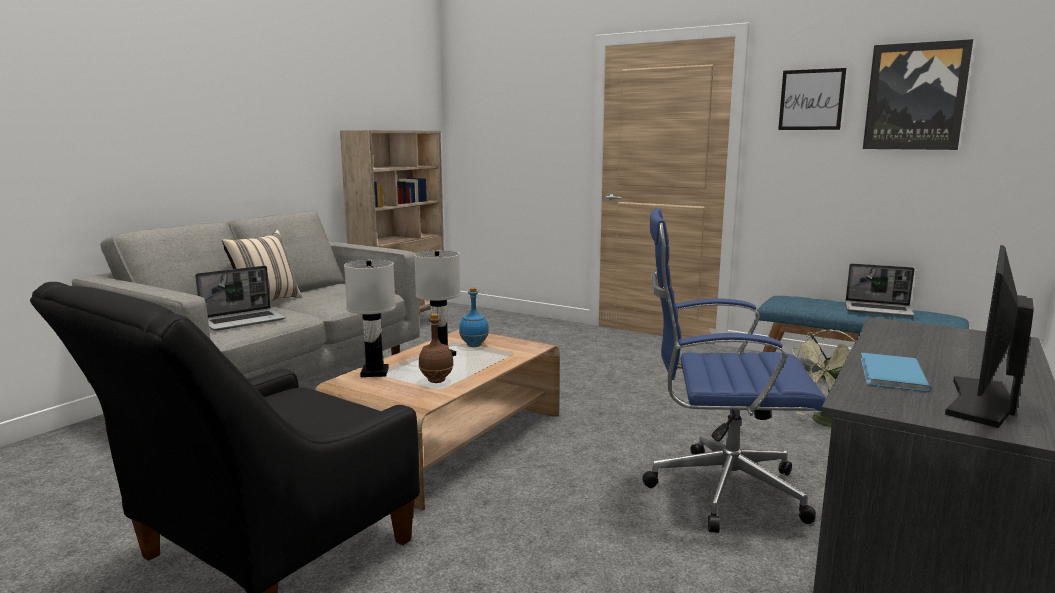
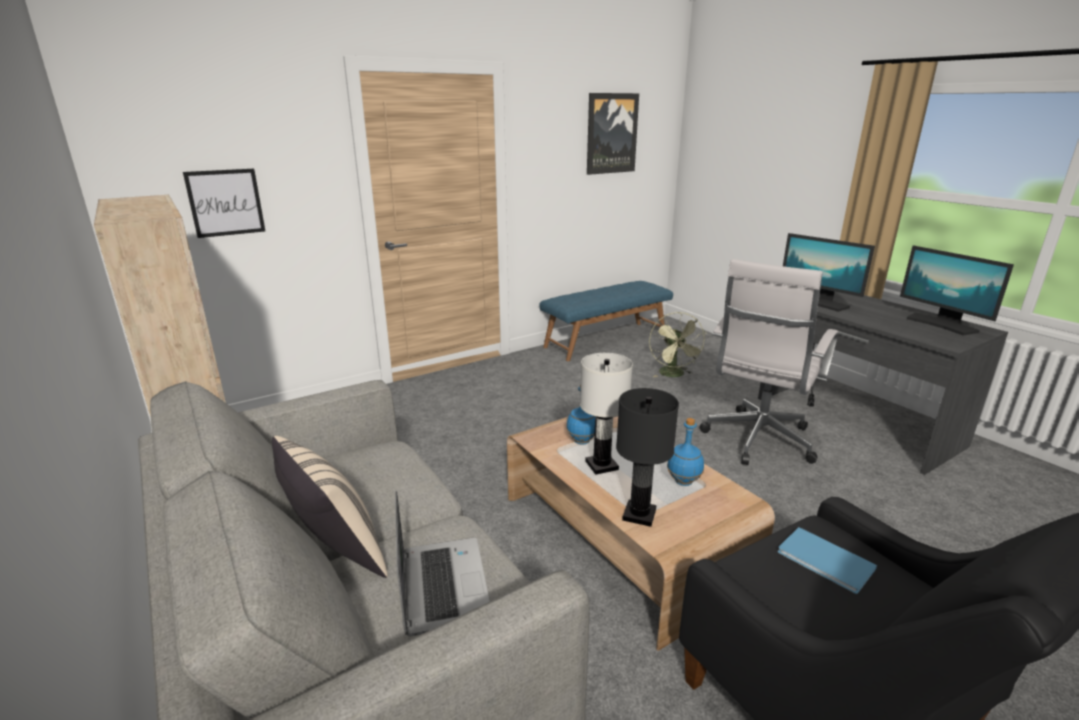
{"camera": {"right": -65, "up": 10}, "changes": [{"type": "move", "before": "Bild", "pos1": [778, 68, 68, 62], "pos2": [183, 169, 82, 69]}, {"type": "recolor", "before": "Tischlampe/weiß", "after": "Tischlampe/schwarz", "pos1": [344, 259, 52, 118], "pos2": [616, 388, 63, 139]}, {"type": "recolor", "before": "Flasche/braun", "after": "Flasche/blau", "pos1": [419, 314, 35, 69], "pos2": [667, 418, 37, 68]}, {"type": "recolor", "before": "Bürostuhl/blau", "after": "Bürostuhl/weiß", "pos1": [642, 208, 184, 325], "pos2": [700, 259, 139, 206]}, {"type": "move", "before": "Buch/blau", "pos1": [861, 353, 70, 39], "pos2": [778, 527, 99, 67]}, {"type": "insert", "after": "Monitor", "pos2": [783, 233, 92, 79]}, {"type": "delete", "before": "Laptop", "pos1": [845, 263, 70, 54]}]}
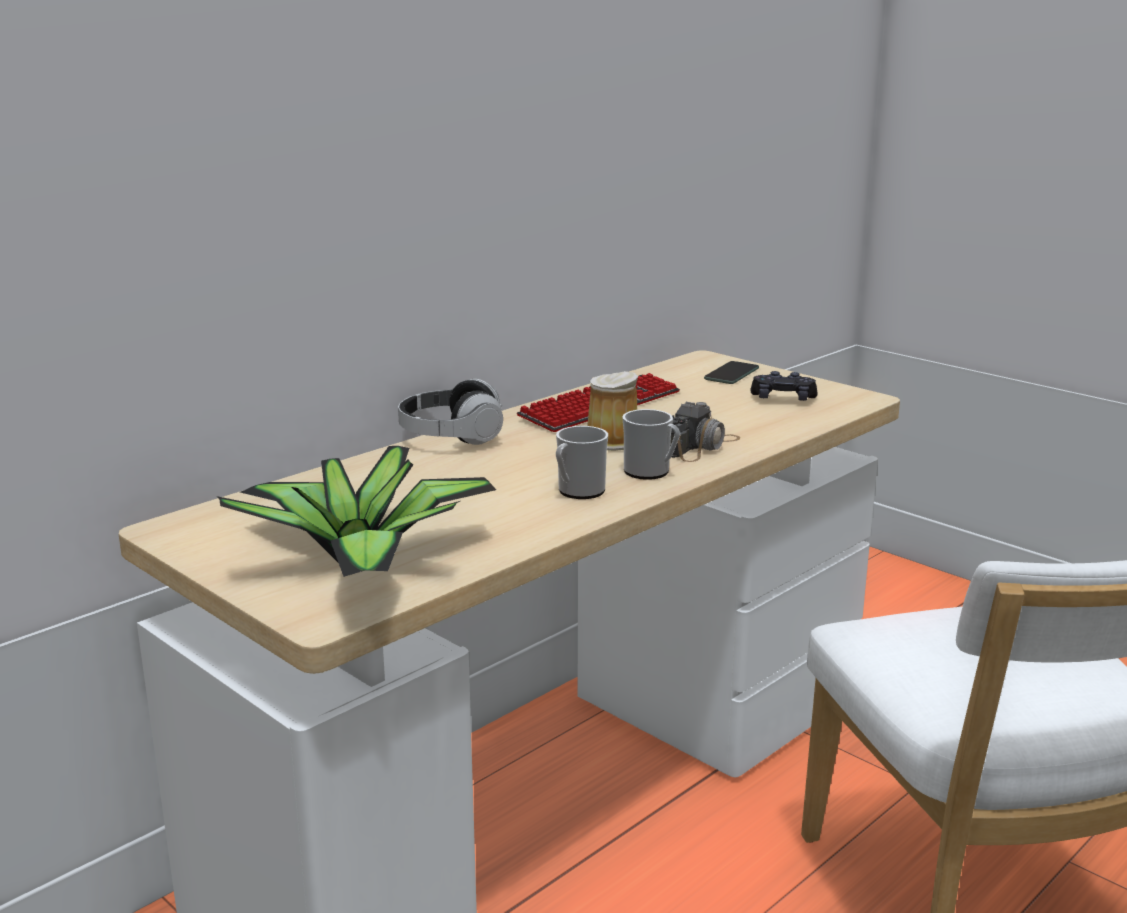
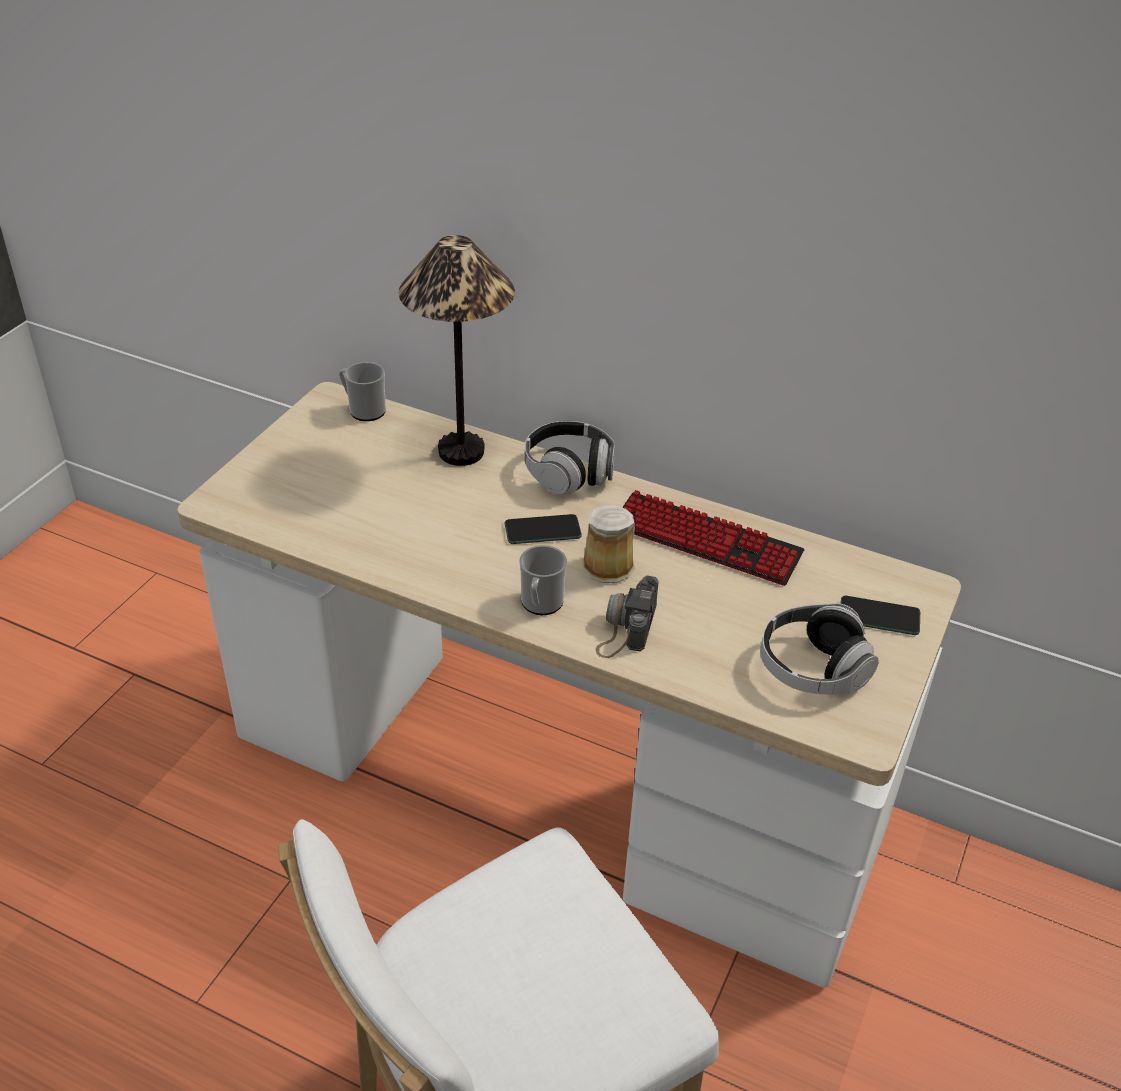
{"camera": {"right": 70, "up": 20}, "changes": [{"type": "move", "before": "Henkelbecher", "pos1": [556, 426, 52, 73], "pos2": [339, 362, 47, 59]}, {"type": "insert", "after": "Tischlampe", "pos2": [398, 235, 117, 231]}, {"type": "insert", "after": "Handy", "pos2": [505, 514, 77, 30]}, {"type": "rotate", "before": "Kamera", "pos1": [670, 402, 70, 60], "pos2": [596, 575, 63, 83], "turn": 90}, {"type": "replace", "before": "Gamepad/schwarz", "after": "Kopfhörer", "pos1": [750, 371, 68, 30], "pos2": [760, 603, 119, 91]}, {"type": "delete", "before": "Topfpflanze", "pos1": [217, 446, 279, 131]}]}
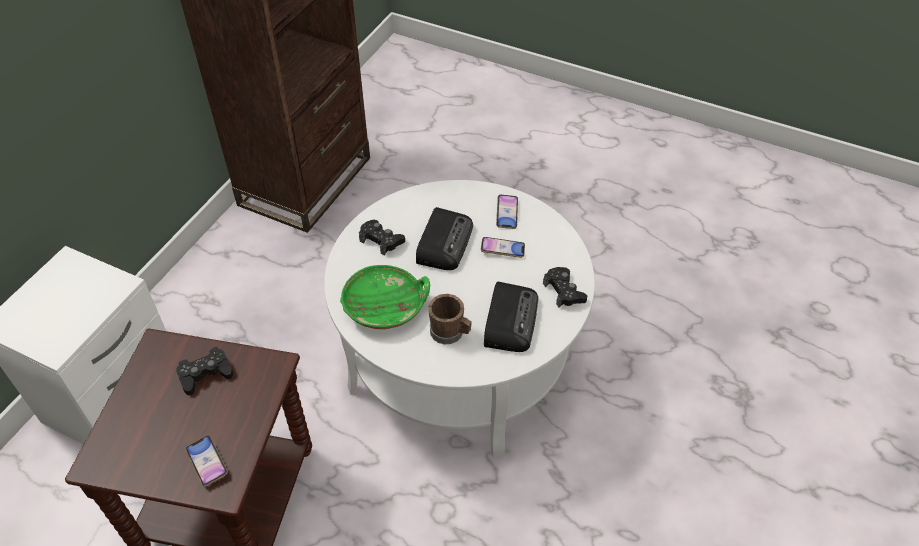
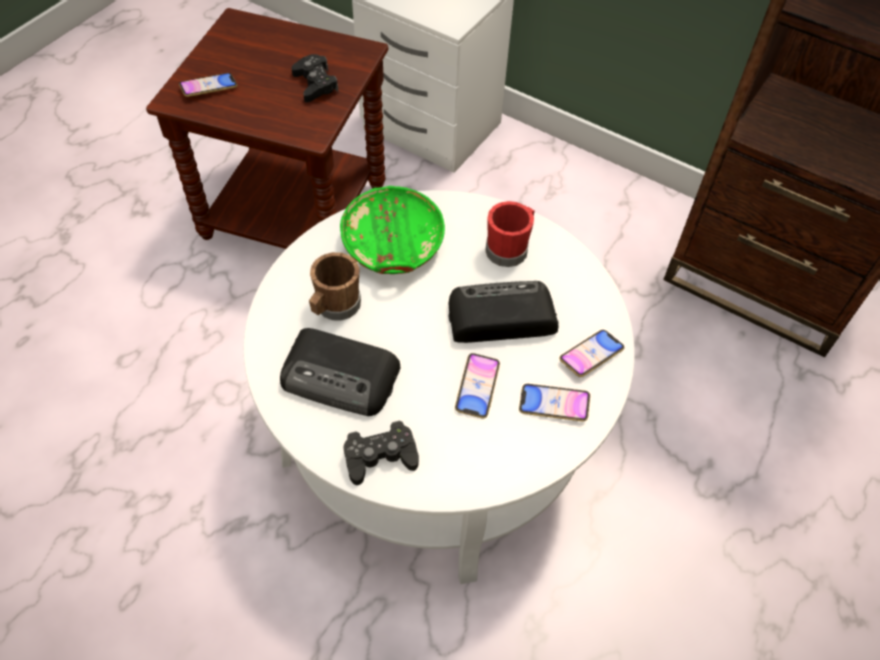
{"camera": {"right": 95, "up": 5}, "changes": [{"type": "rotate", "before": "Radio", "pos1": [416, 207, 57, 63], "pos2": [449, 281, 110, 62], "turn": 150}, {"type": "replace", "before": "Gamepad/schwarz", "after": "Henkelbecher/rot", "pos1": [359, 220, 46, 36], "pos2": [485, 201, 50, 66]}, {"type": "insert", "after": "Handy", "pos2": [560, 330, 64, 47]}]}
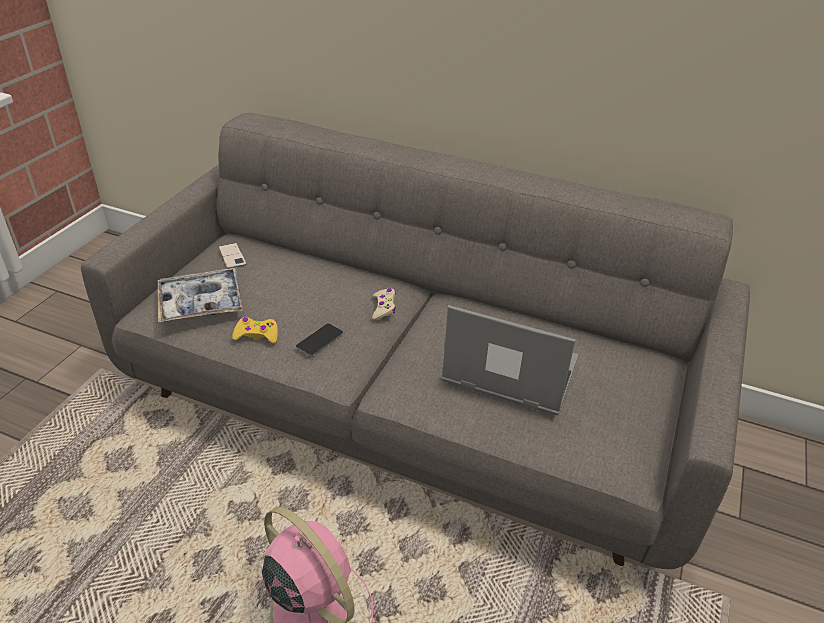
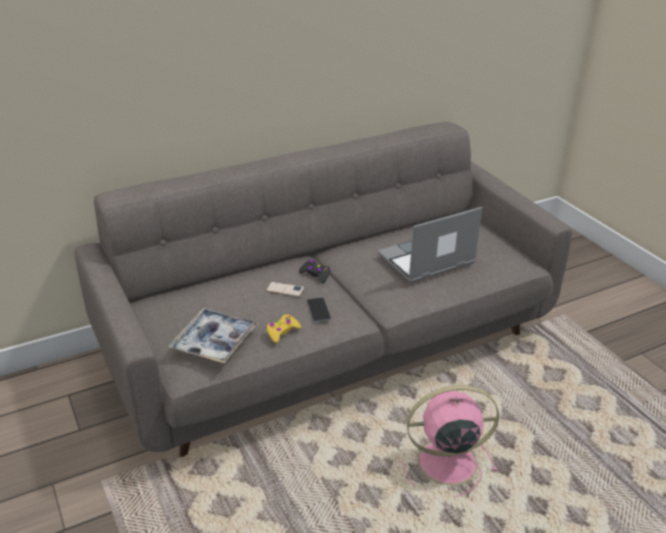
{"camera": {"right": -50, "up": -5}, "changes": [{"type": "move", "before": "Handy", "pos1": [219, 243, 28, 26], "pos2": [266, 282, 38, 15]}, {"type": "recolor", "before": "Gamepad/beige", "after": "Gamepad/schwarz", "pos1": [372, 289, 24, 31], "pos2": [299, 260, 32, 23]}]}
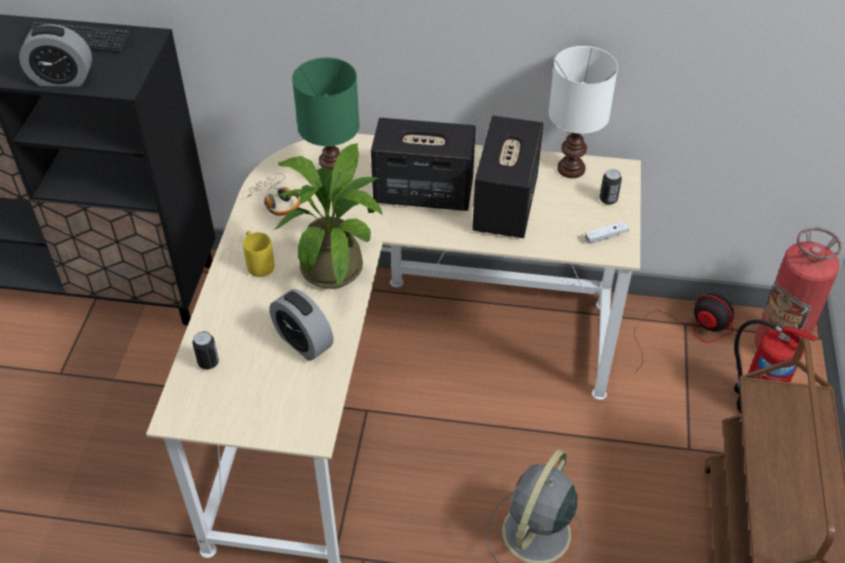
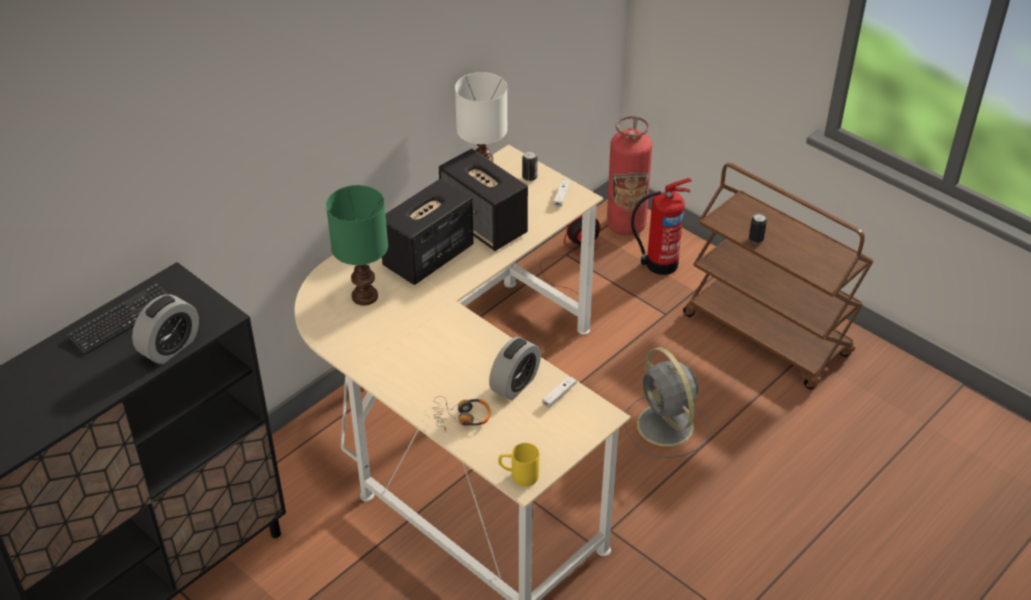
{"camera": {"right": -55, "up": -5}, "changes": [{"type": "move", "before": "Kopfhörer", "pos1": [246, 173, 54, 43], "pos2": [432, 396, 59, 36]}, {"type": "rotate", "before": "Wecker", "pos1": [269, 289, 64, 72], "pos2": [489, 337, 52, 63], "turn": -45}, {"type": "move", "before": "Henkelbecher/gelb", "pos1": [243, 231, 31, 46], "pos2": [498, 443, 41, 44]}, {"type": "insert", "after": "Gamepad/weiß", "pos2": [542, 376, 34, 32]}, {"type": "move", "before": "Dose", "pos1": [193, 331, 26, 39], "pos2": [749, 213, 18, 30]}, {"type": "delete", "before": "Topfpflanze", "pos1": [275, 143, 108, 146]}]}
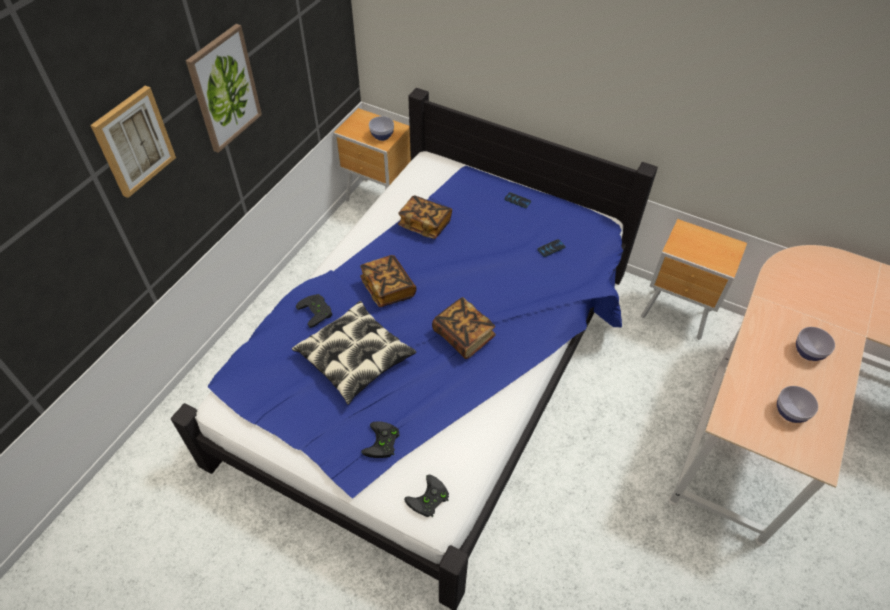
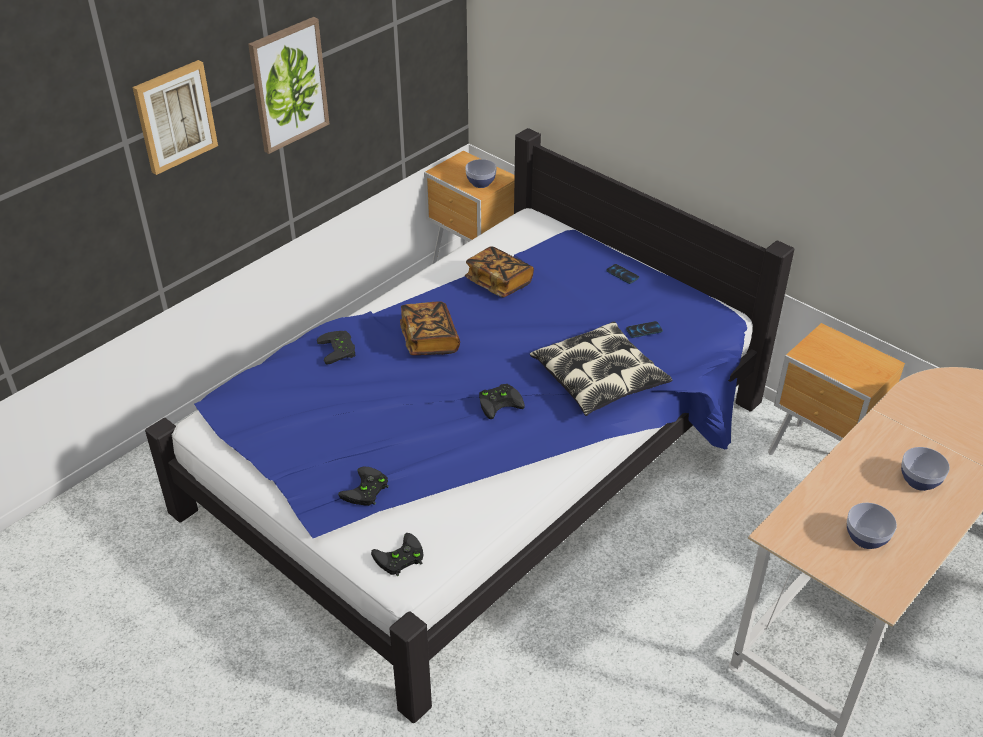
{"camera": {"right": 15, "up": -10}, "changes": [{"type": "replace", "before": "Buch", "after": "Gamepad/schwarz", "pos1": [432, 297, 64, 62], "pos2": [479, 384, 46, 35]}, {"type": "move", "before": "Kissen", "pos1": [292, 301, 124, 104], "pos2": [530, 322, 142, 94]}]}
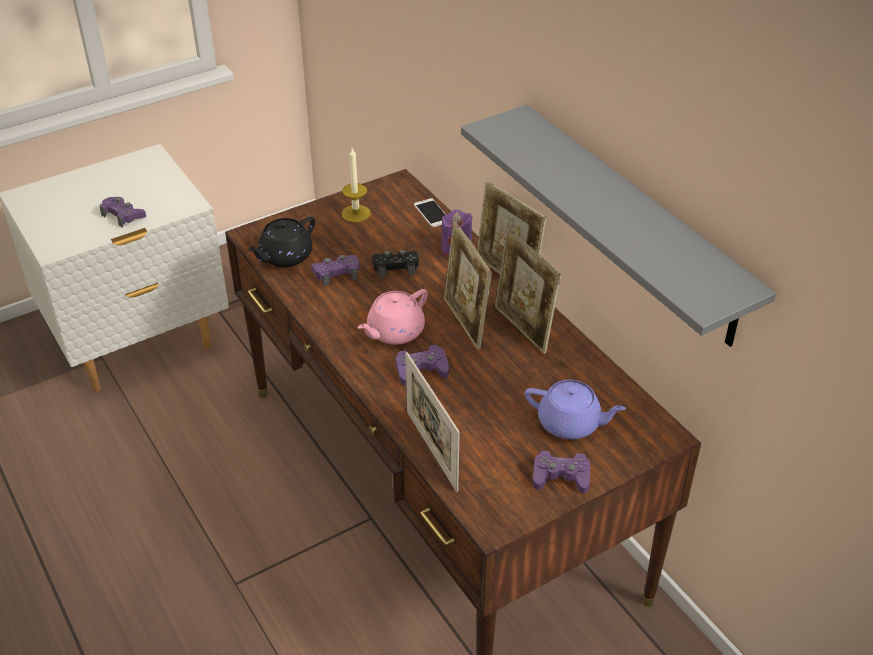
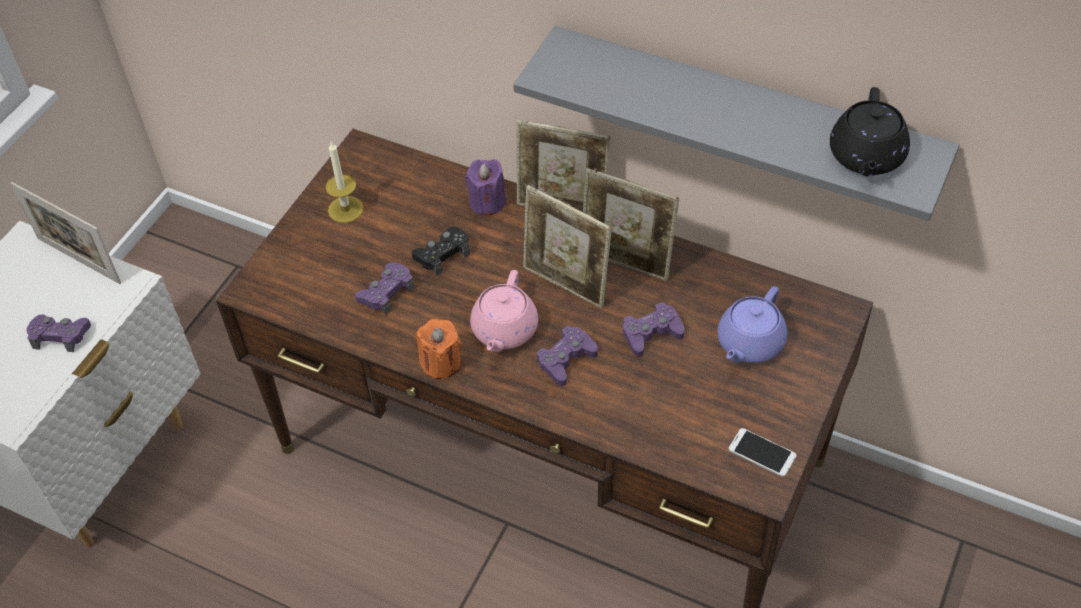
{"camera": {"right": -30, "up": 10}, "changes": [{"type": "move", "before": "Bilderrahmen", "pos1": [405, 352, 55, 140], "pos2": [10, 182, 111, 102]}, {"type": "insert", "after": "Kerze/orange", "pos2": [416, 319, 46, 60]}, {"type": "move", "before": "Gamepad/lila", "pos1": [533, 451, 57, 43], "pos2": [623, 302, 61, 55]}, {"type": "rotate", "before": "Teekanne/lila", "pos1": [525, 380, 101, 59], "pos2": [717, 286, 70, 77], "turn": 135}, {"type": "move", "before": "Handy", "pos1": [414, 198, 32, 29], "pos2": [729, 428, 68, 49]}, {"type": "move", "before": "Teekanne/schwarz", "pos1": [247, 217, 68, 50], "pos2": [830, 87, 80, 90]}]}
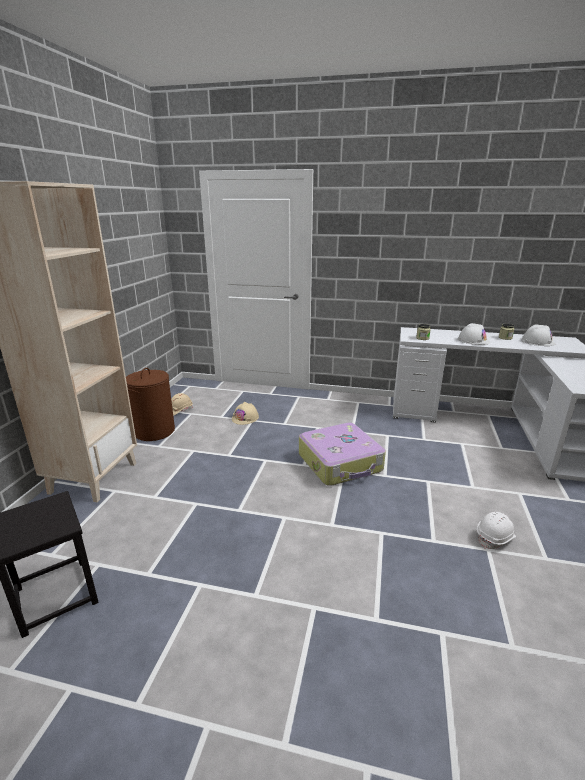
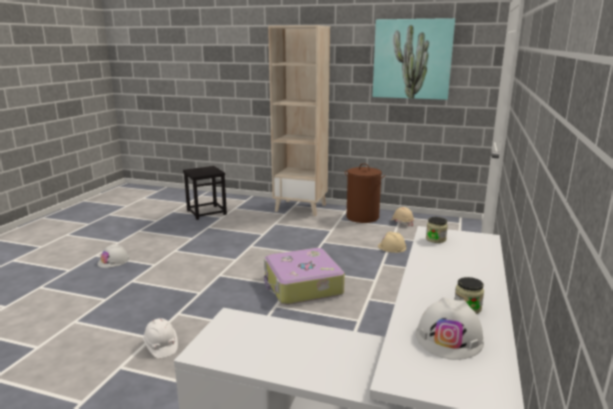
{"camera": {"right": 95, "up": -5}, "changes": [{"type": "move", "before": "Schutzhelm/weiß", "pos1": [457, 323, 33, 22], "pos2": [98, 244, 32, 24]}, {"type": "insert", "after": "Bild", "pos2": [373, 18, 82, 82]}]}
